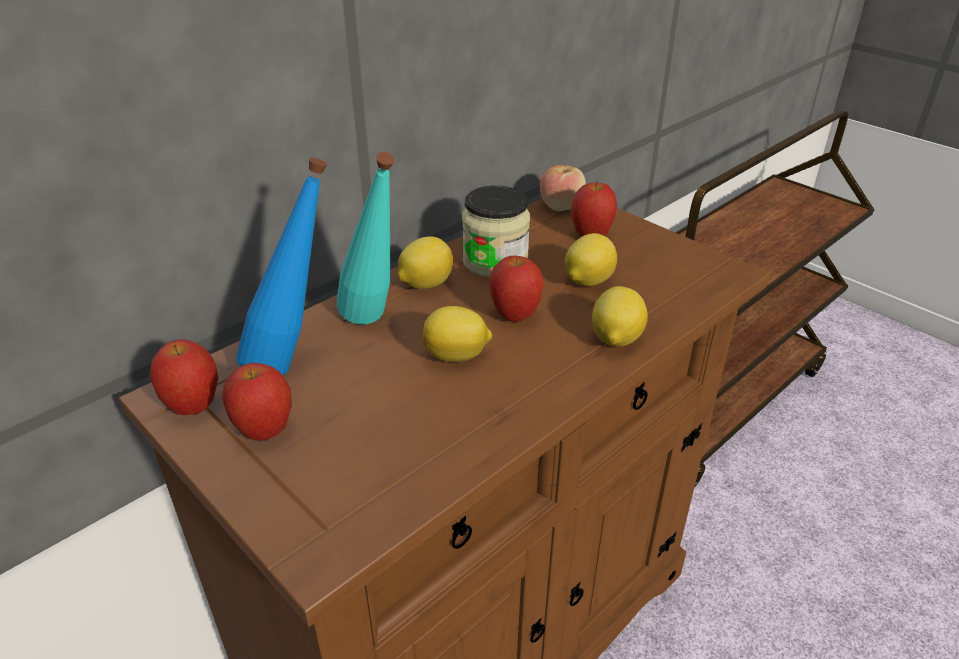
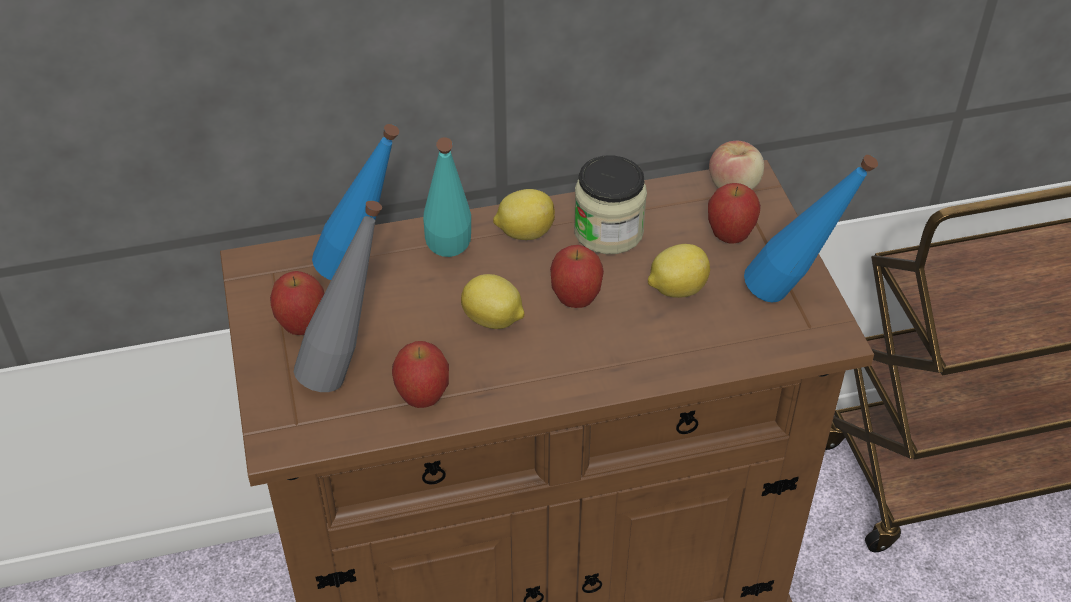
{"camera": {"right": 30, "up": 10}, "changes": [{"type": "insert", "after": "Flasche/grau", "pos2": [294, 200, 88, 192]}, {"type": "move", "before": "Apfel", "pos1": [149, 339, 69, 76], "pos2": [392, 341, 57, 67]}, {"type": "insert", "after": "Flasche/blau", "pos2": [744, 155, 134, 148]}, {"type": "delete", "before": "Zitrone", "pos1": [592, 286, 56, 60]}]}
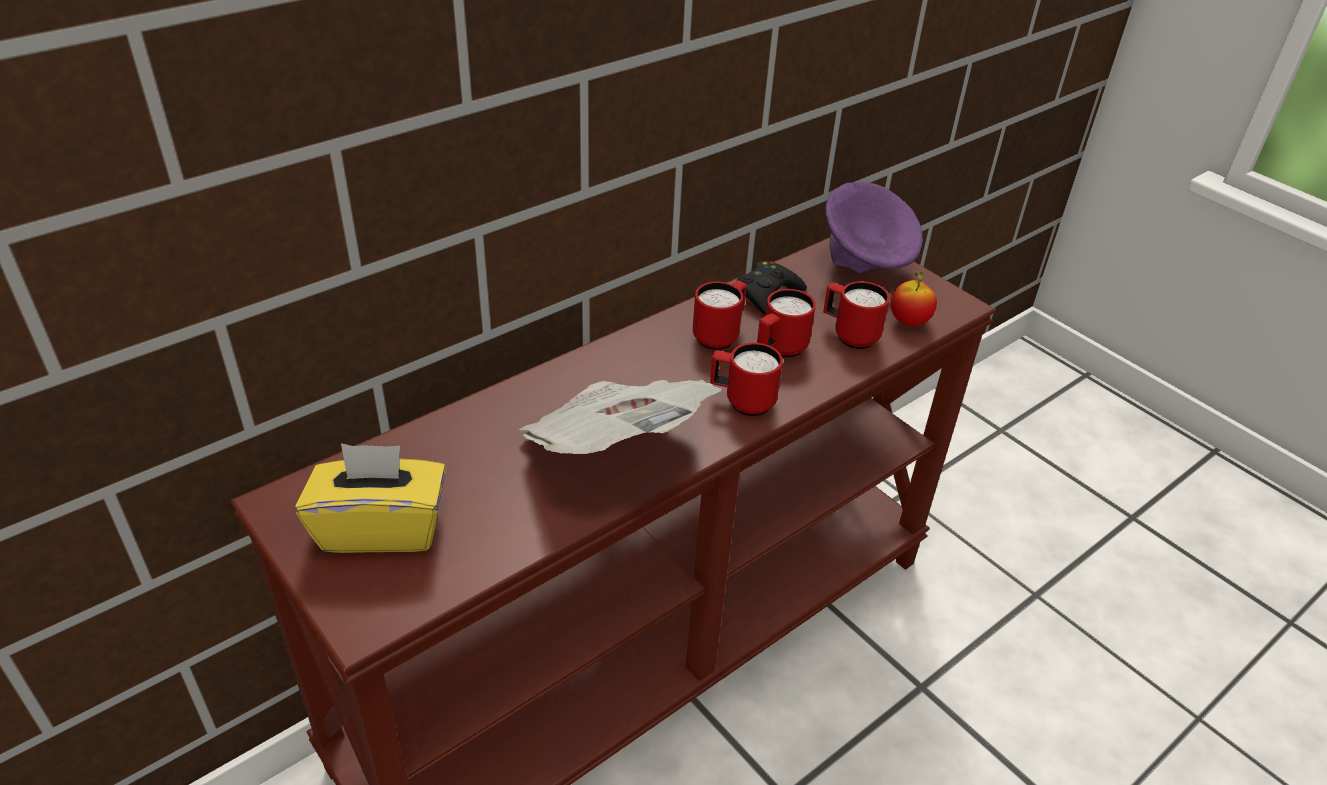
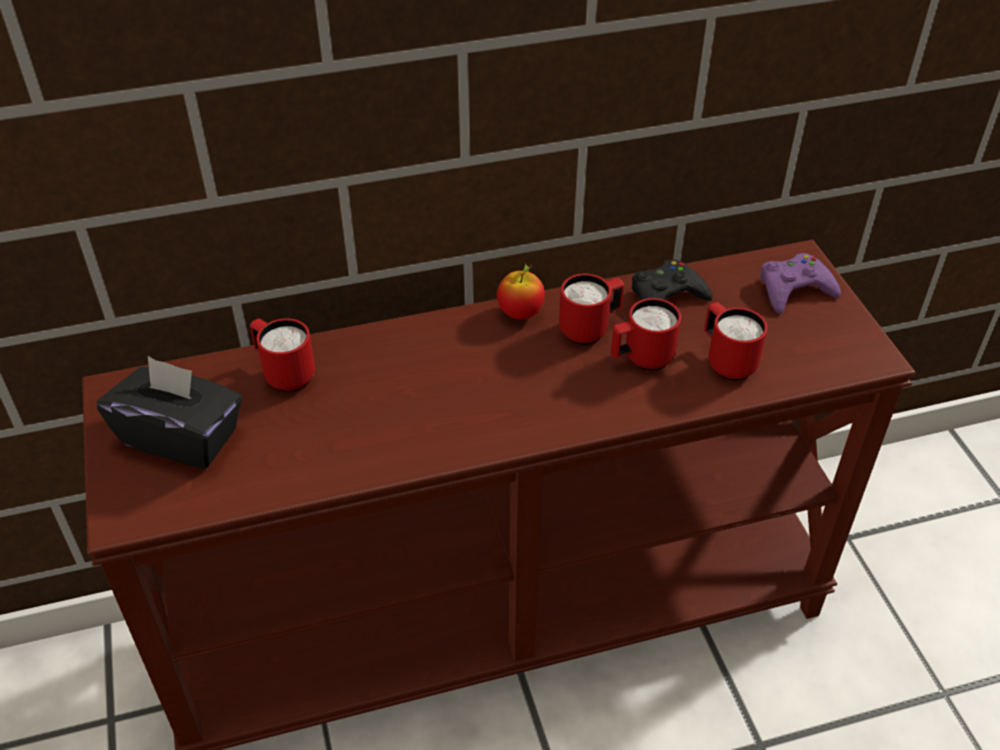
{"camera": {"right": 25, "up": 5}, "changes": [{"type": "recolor", "before": "Taschentuchbox/gelb", "after": "Taschentuchbox/schwarz", "pos1": [295, 443, 151, 110], "pos2": [97, 356, 145, 113]}, {"type": "move", "before": "Henkelbecher/rot", "pos1": [710, 343, 73, 73], "pos2": [250, 318, 65, 74]}, {"type": "move", "before": "Apfel", "pos1": [891, 272, 46, 54], "pos2": [497, 264, 48, 55]}, {"type": "replace", "before": "Schüssel/lila", "after": "Gamepad/lila", "pos1": [825, 182, 98, 91], "pos2": [760, 253, 81, 61]}, {"type": "delete", "before": "Zeitung", "pos1": [519, 380, 203, 74]}]}
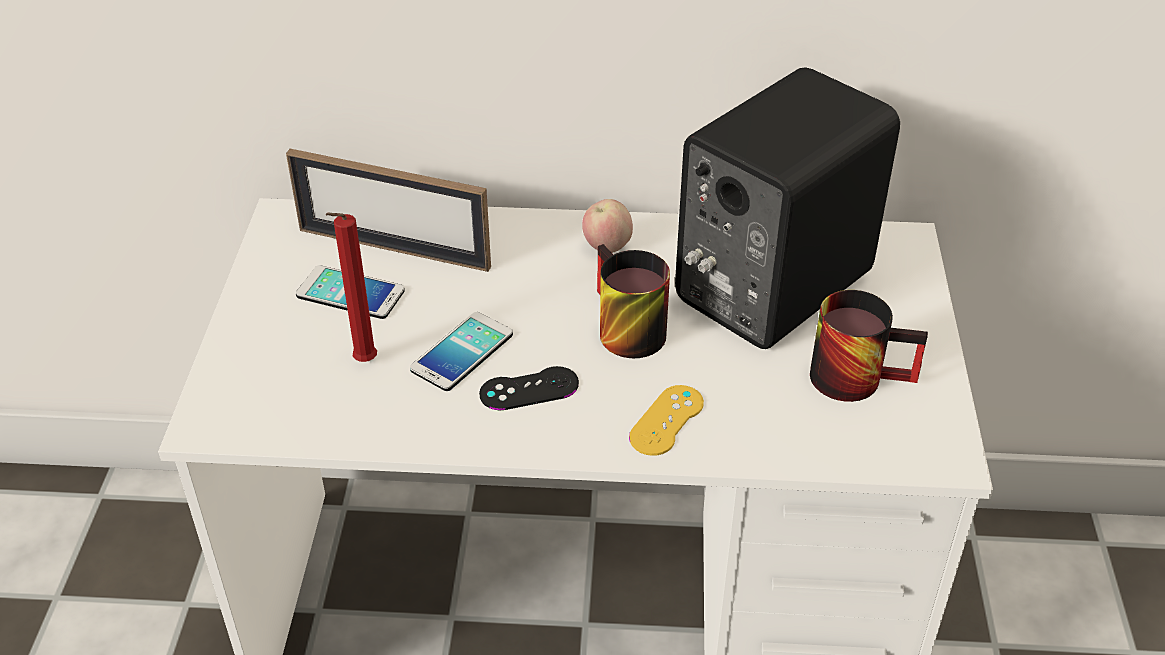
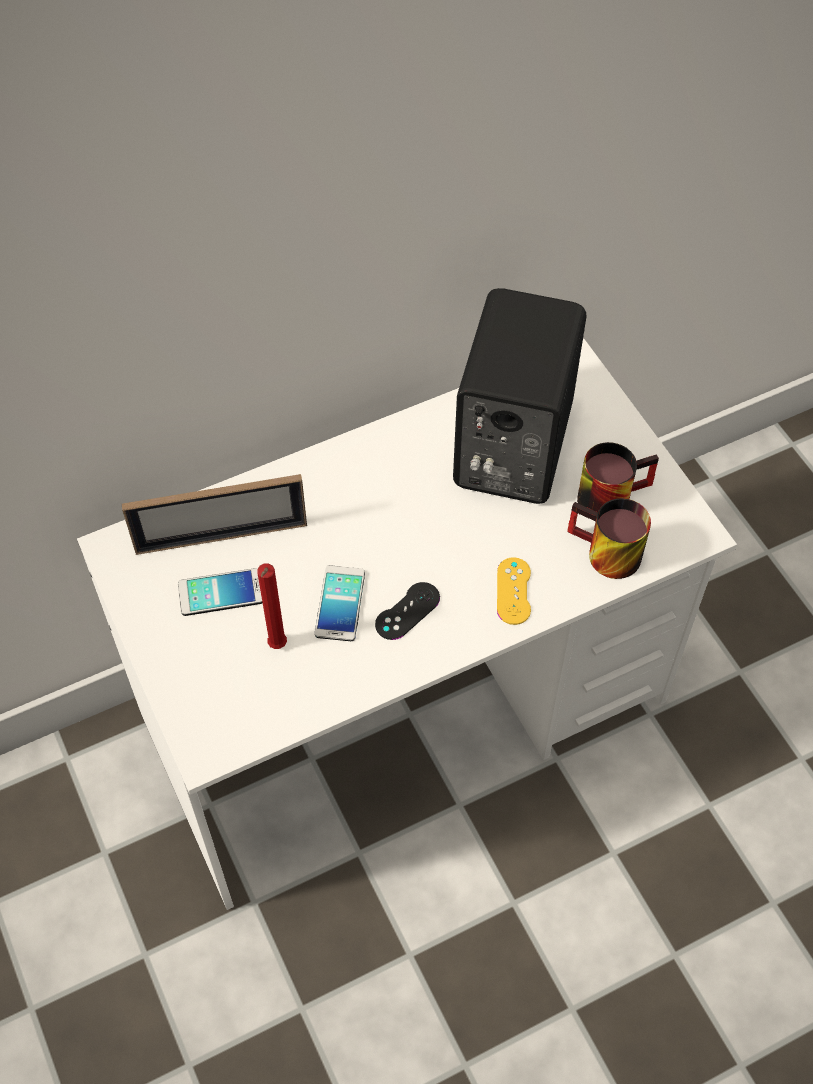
{"camera": {"right": -30, "up": 15}, "changes": [{"type": "move", "before": "Henkelbecher", "pos1": [597, 244, 73, 114], "pos2": [567, 498, 84, 81]}, {"type": "delete", "before": "Apfel", "pos1": [582, 199, 51, 54]}]}
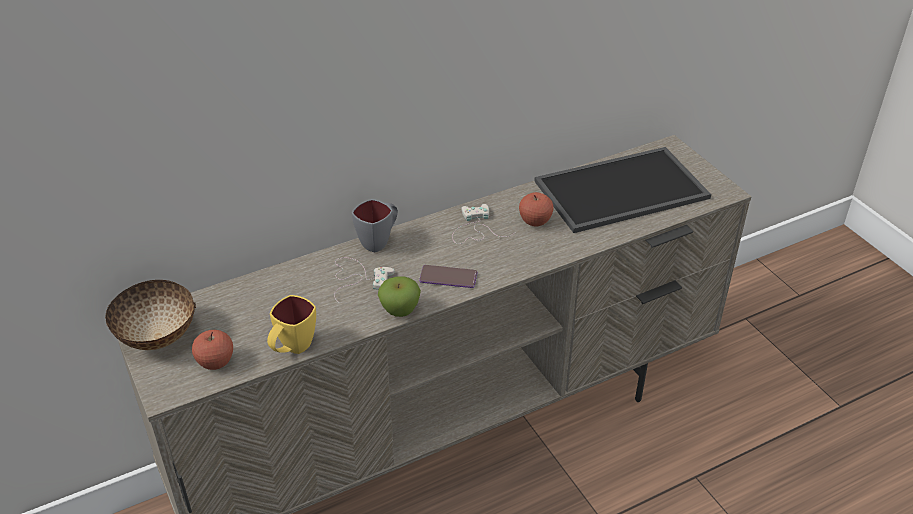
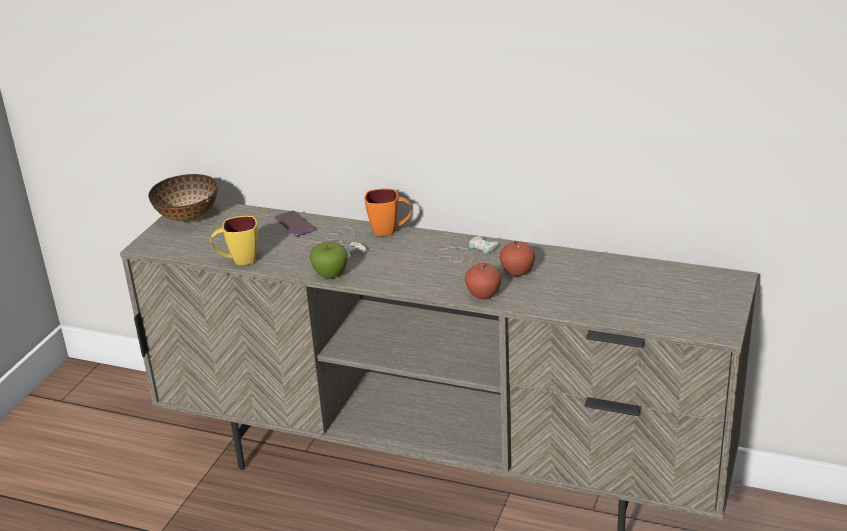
{"camera": {"right": 50, "up": -10}, "changes": [{"type": "move", "before": "Handy", "pos1": [419, 265, 59, 23], "pos2": [275, 211, 41, 25]}, {"type": "recolor", "before": "Henkelbecher/grau", "after": "Henkelbecher/orange", "pos1": [352, 199, 46, 53], "pos2": [365, 189, 47, 47]}, {"type": "move", "before": "Apfel", "pos1": [192, 330, 41, 40], "pos2": [465, 263, 36, 36]}, {"type": "delete", "before": "Tablett", "pos1": [534, 147, 177, 86]}]}
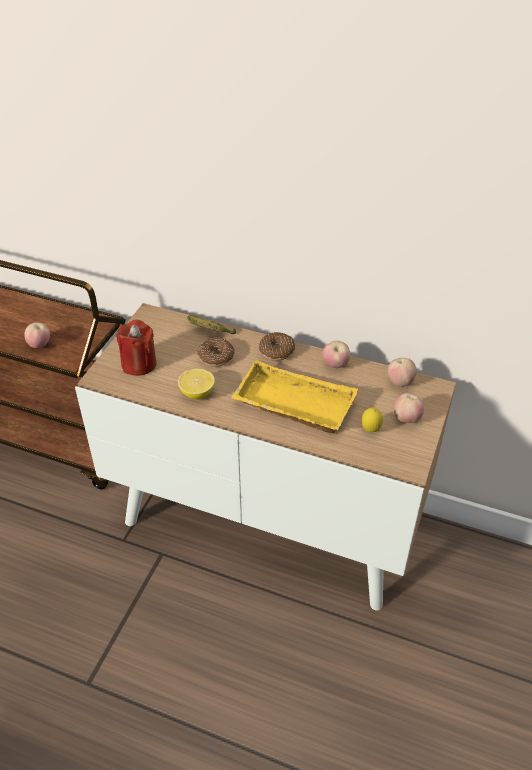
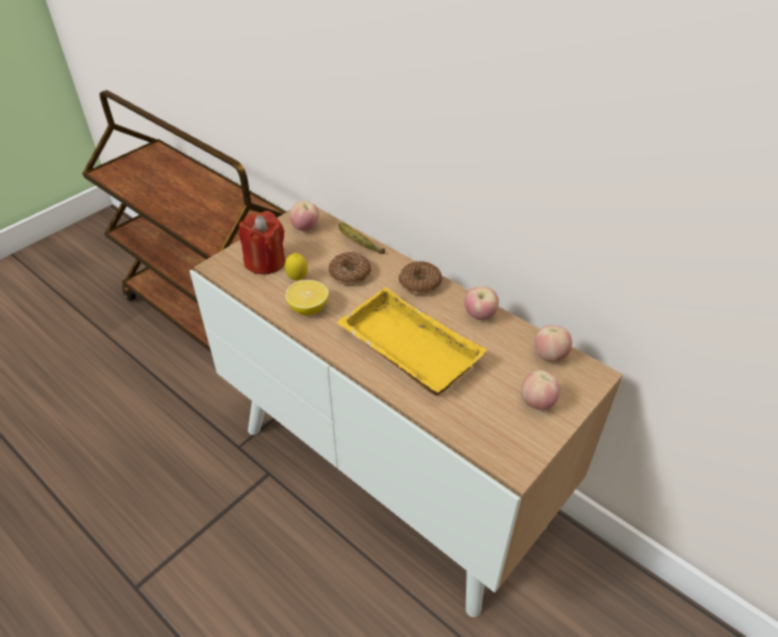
{"camera": {"right": 20, "up": 0}, "changes": [{"type": "move", "before": "Zitrone", "pos1": [361, 408, 22, 24], "pos2": [285, 253, 23, 27]}, {"type": "move", "before": "Apfel", "pos1": [24, 323, 26, 25], "pos2": [290, 201, 29, 30]}]}
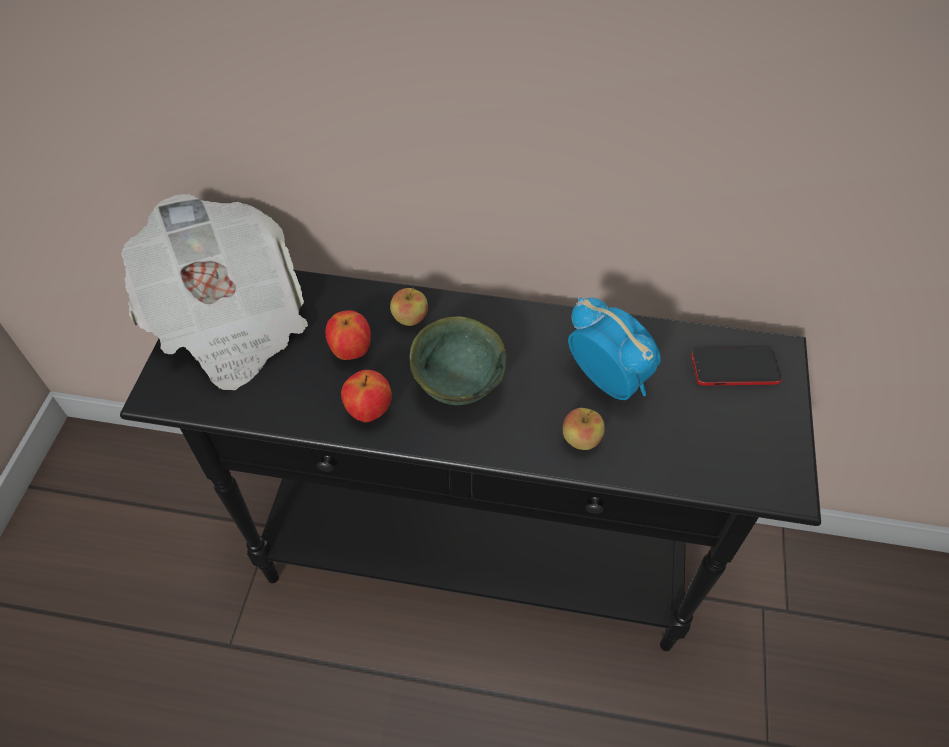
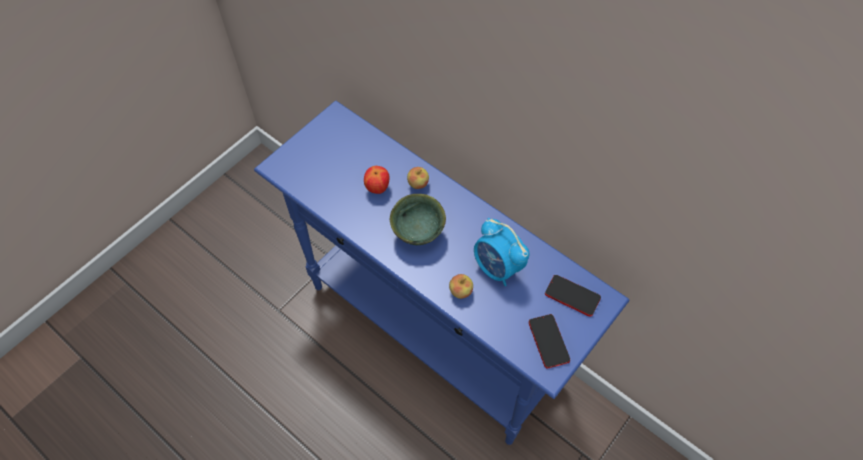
{"camera": {"right": 30, "up": 5}, "changes": [{"type": "recolor", "before": "Konsolentisch/schwarz", "after": "Konsolentisch/blau", "pos1": [120, 270, 701, 381], "pos2": [254, 101, 376, 344]}, {"type": "rotate", "before": "Wecker", "pos1": [568, 298, 93, 102], "pos2": [474, 218, 56, 68], "turn": 150}, {"type": "insert", "after": "Handy", "pos2": [529, 314, 41, 55]}, {"type": "delete", "before": "Zeitung", "pos1": [122, 193, 186, 197]}, {"type": "delete", "before": "Apfel", "pos1": [341, 370, 51, 52]}]}
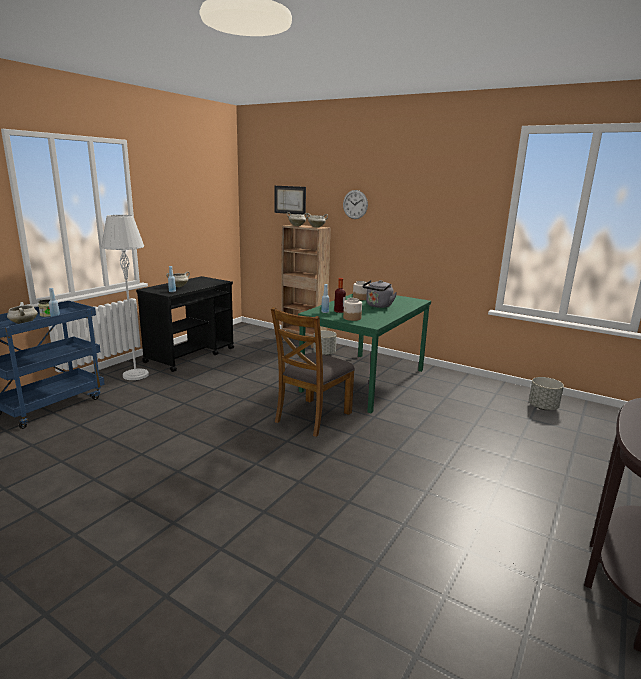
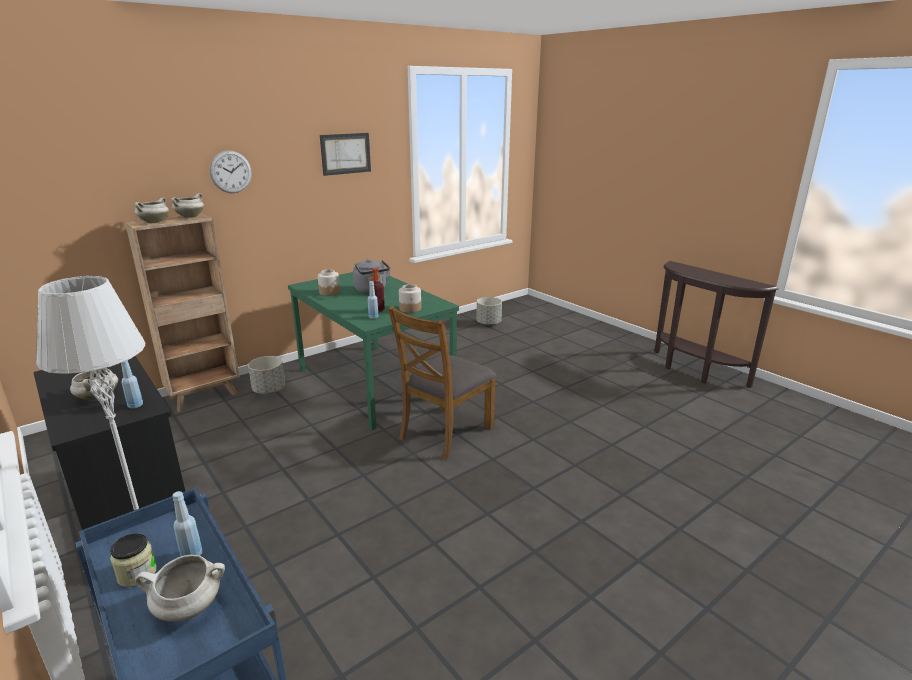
{"camera": {"right": -70, "up": 5}, "changes": [{"type": "move", "before": "Bild", "pos1": [275, 186, 31, 29], "pos2": [320, 133, 51, 43]}, {"type": "rotate", "before": "Stuhl/braun", "pos1": [271, 307, 84, 130], "pos2": [388, 306, 109, 154], "turn": 75}]}
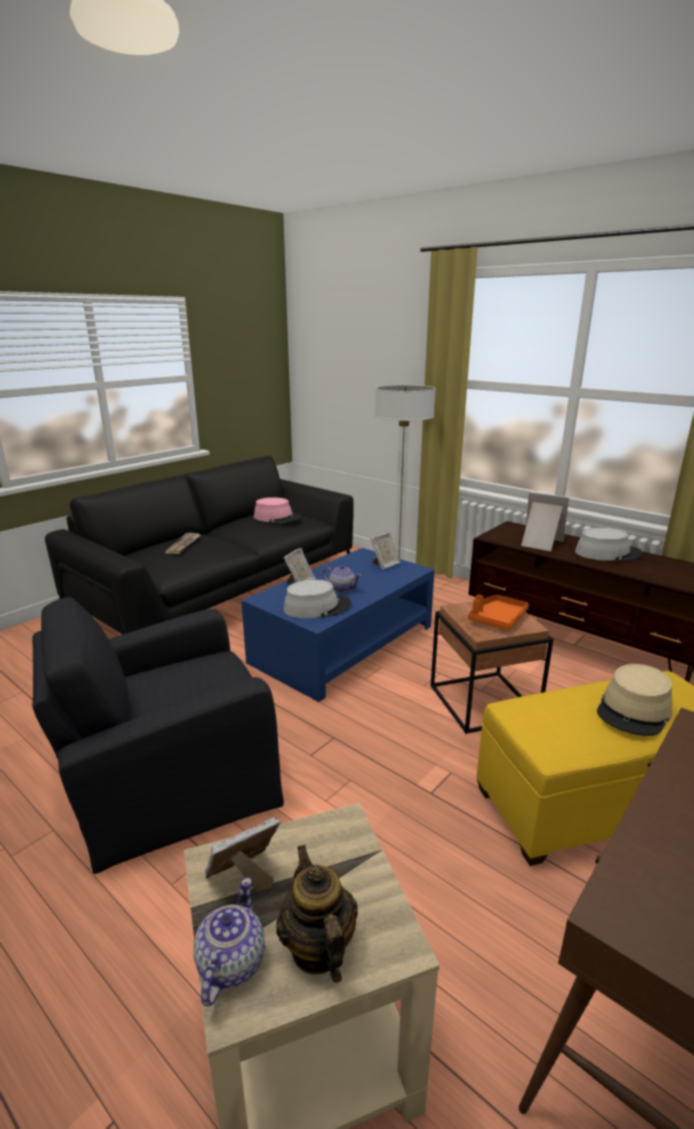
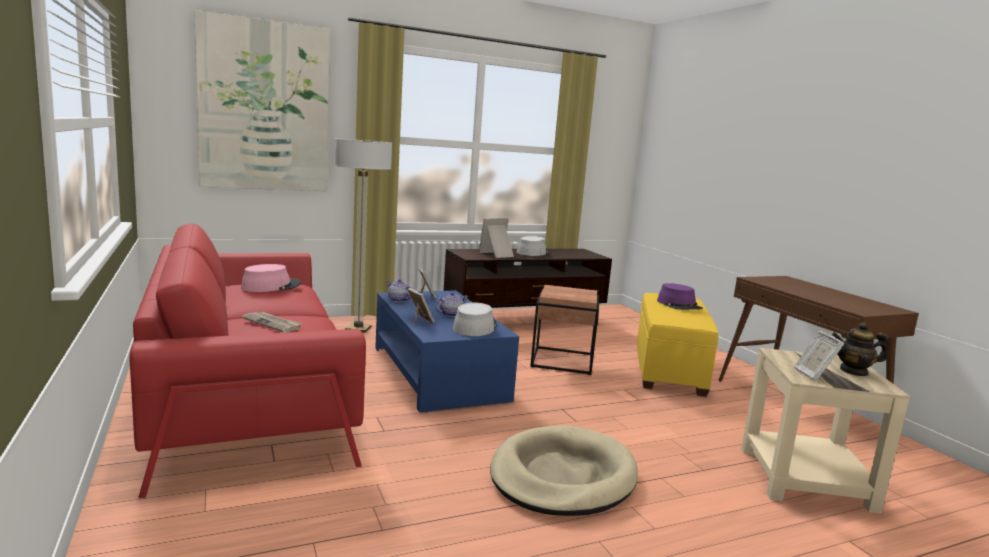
{"camera": {"right": -65, "up": -10}, "changes": [{"type": "recolor", "before": "Sofa/schwarz", "after": "Sofa/rot", "pos1": [45, 456, 309, 179], "pos2": [130, 223, 236, 275]}, {"type": "insert", "after": "Bild", "pos2": [194, 10, 136, 181]}, {"type": "move", "before": "Teekanne", "pos1": [193, 878, 72, 128], "pos2": [387, 279, 25, 23]}, {"type": "replace", "before": "Sessel/schwarz", "after": "Hundebett/beige", "pos1": [32, 597, 252, 277], "pos2": [490, 425, 148, 91]}, {"type": "recolor", "before": "Hut/beige", "after": "Hut/lila", "pos1": [597, 664, 75, 72], "pos2": [657, 283, 46, 27]}, {"type": "delete", "before": "Tablett/orange", "pos1": [468, 595, 61, 36]}]}
